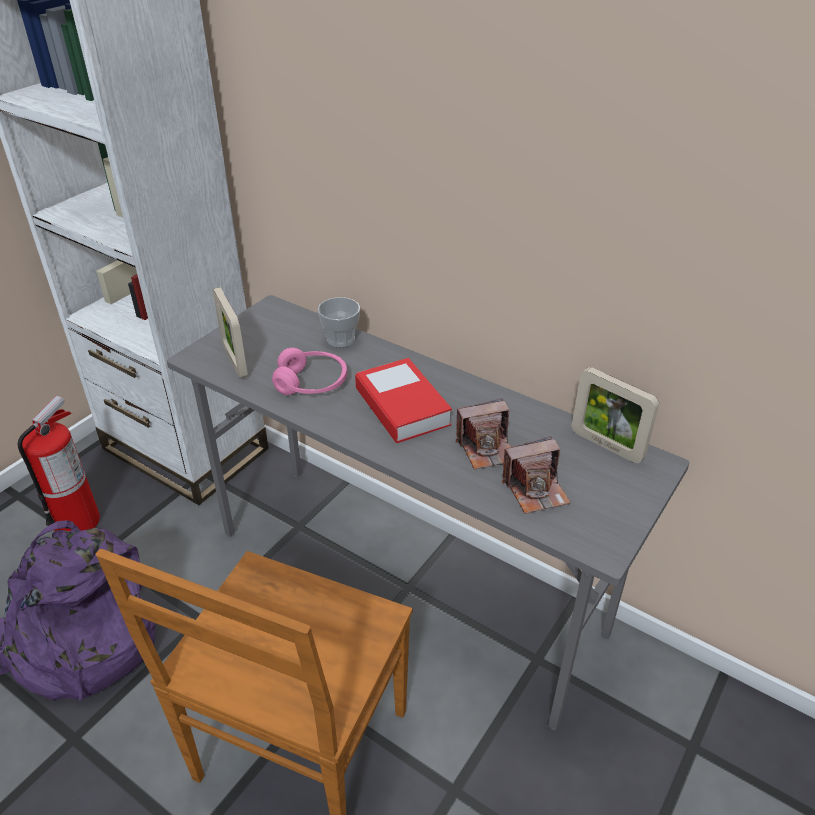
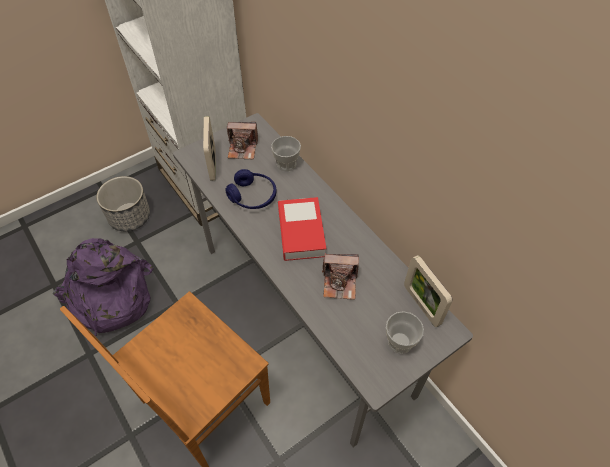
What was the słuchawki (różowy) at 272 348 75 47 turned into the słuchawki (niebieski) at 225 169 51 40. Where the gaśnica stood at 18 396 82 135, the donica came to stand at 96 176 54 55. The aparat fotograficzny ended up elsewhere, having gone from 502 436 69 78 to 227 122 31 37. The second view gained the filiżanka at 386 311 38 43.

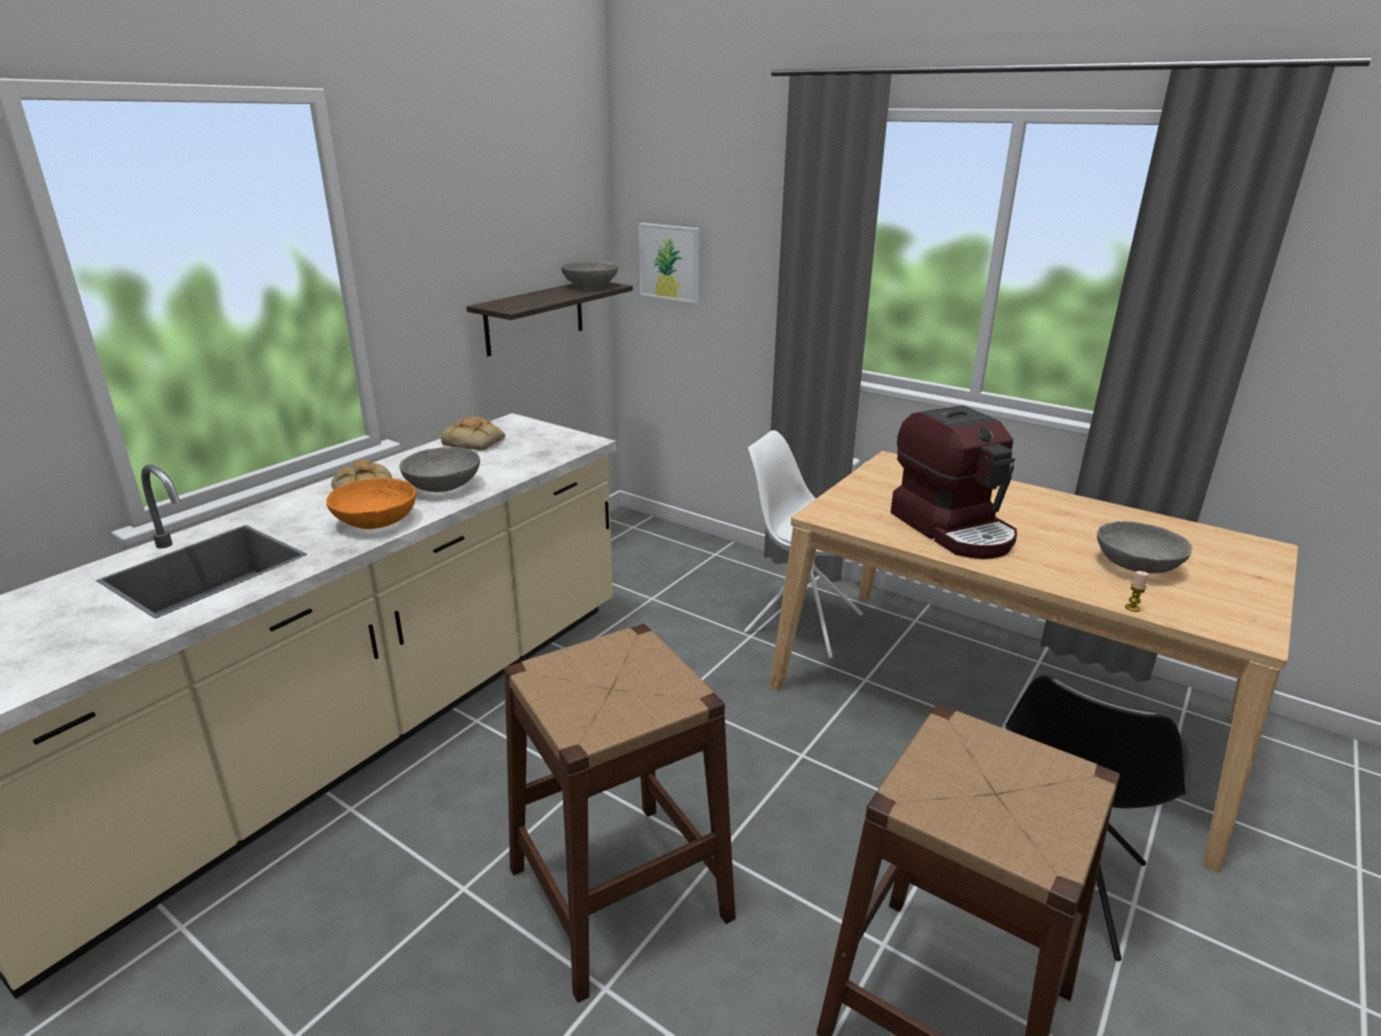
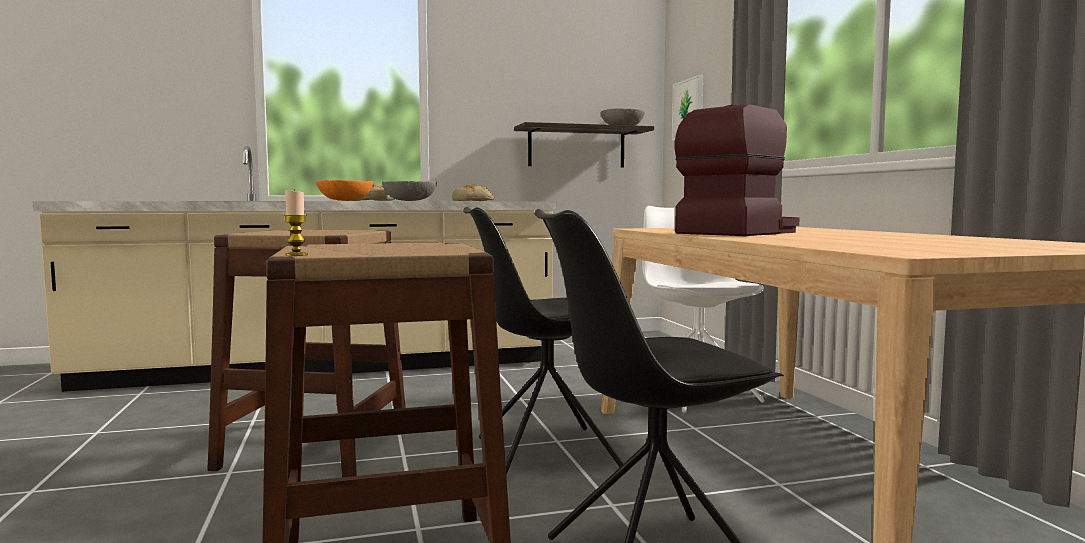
The ekspres do kawy at 890 405 127 154 ended up facing another way, 150 degrees counterclockwise from before. The second view lost the miska (szary) at 1097 521 95 52. The świeca ended up elsewhere, having gone from 1125 571 24 41 to 284 189 24 67. The second view gained the krzesło (czarny) at 463 207 161 268.

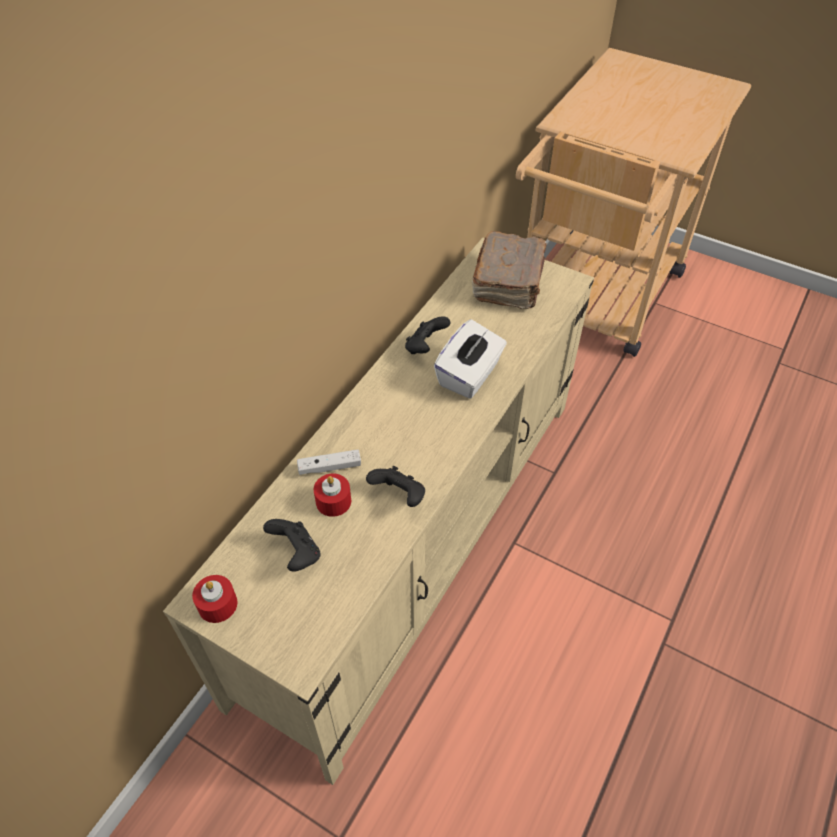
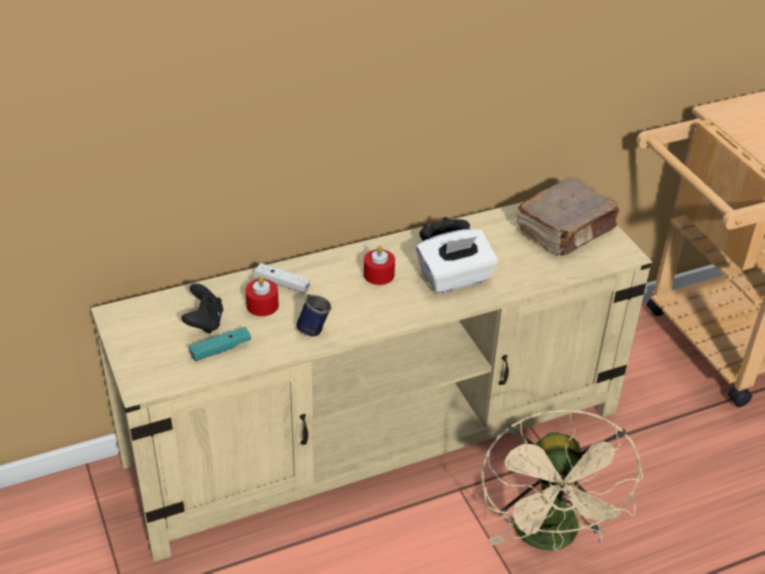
Where the pad do gier (czarny) stood at 366 466 59 41, the kubek (niebieski) came to stand at 297 295 34 41. The świeca (czerwony) ended up elsewhere, having gone from 192 575 45 48 to 364 246 31 39. The second view gained the pad do gier (turkusowy) at 189 327 62 34. The second view gained the wentylator (beżowy) at 481 409 162 142.

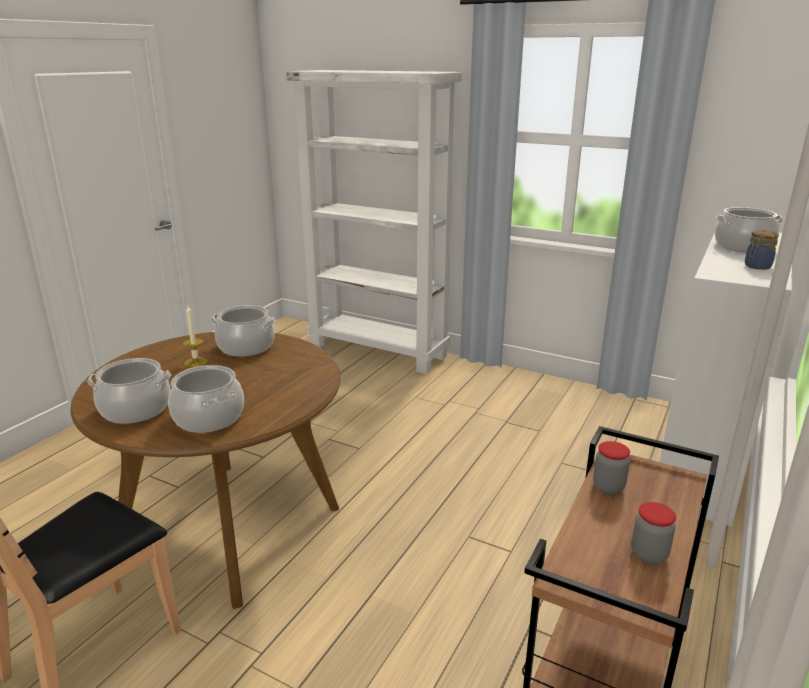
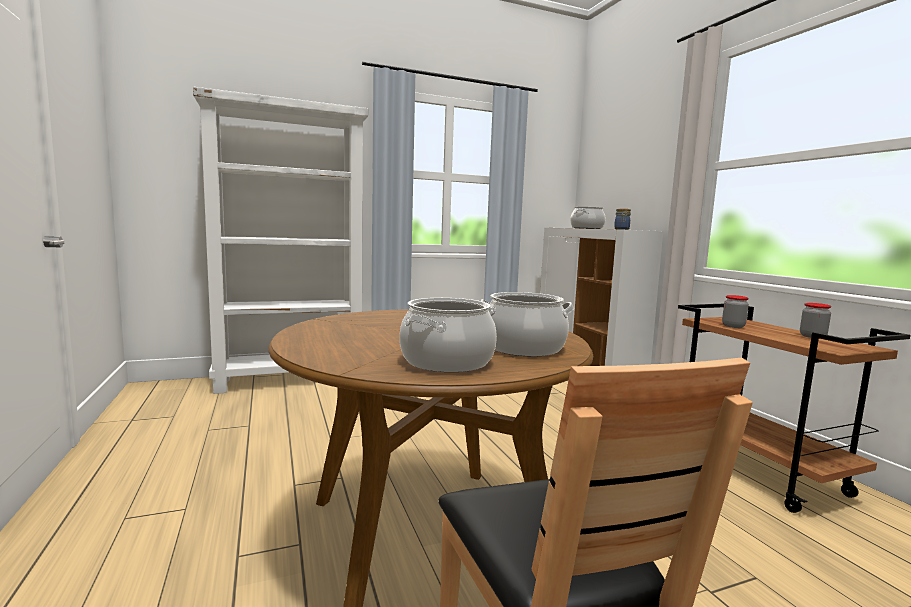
The second view lost the świeca at 183 305 25 63. The second view lost the garnek at 211 305 65 51.

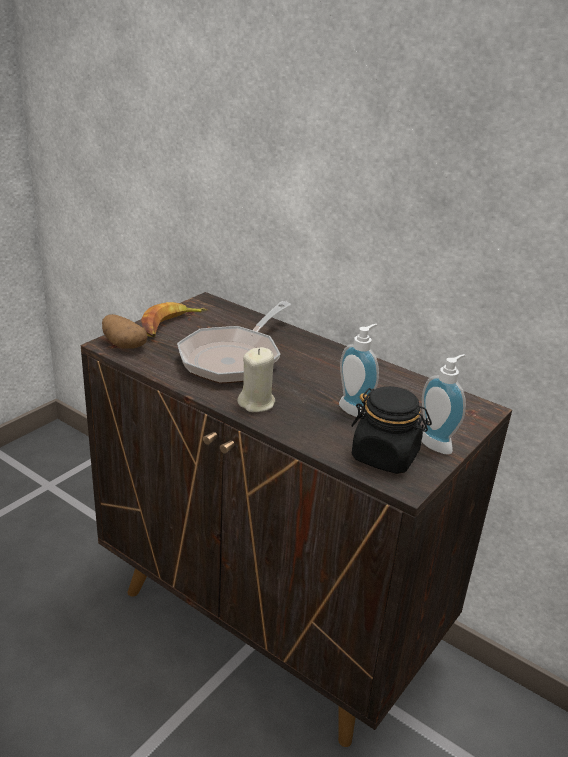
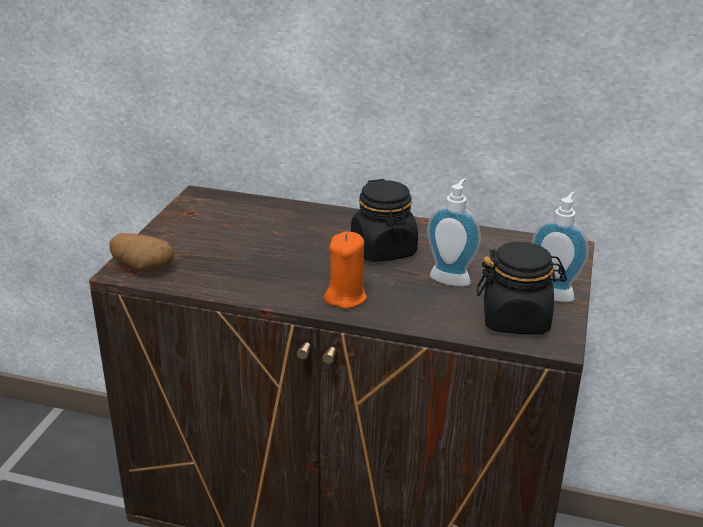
The second view lost the patelnia at 177 301 114 83. The second view lost the banan at 141 302 66 35. What was the świeca (beżowy) at 237 347 38 65 turned into the świeca (pomarańczowy) at 324 232 43 77. The second view gained the słoik (czarny) at 351 179 67 83.

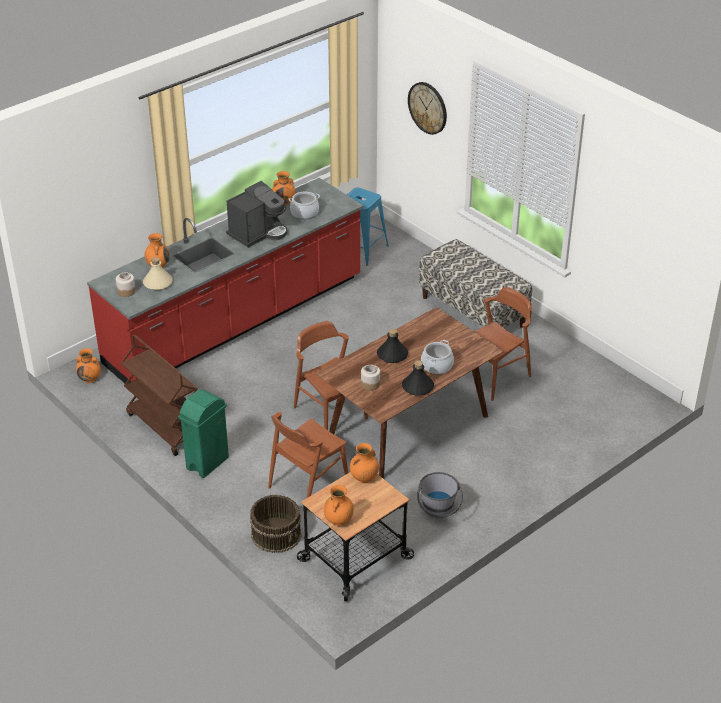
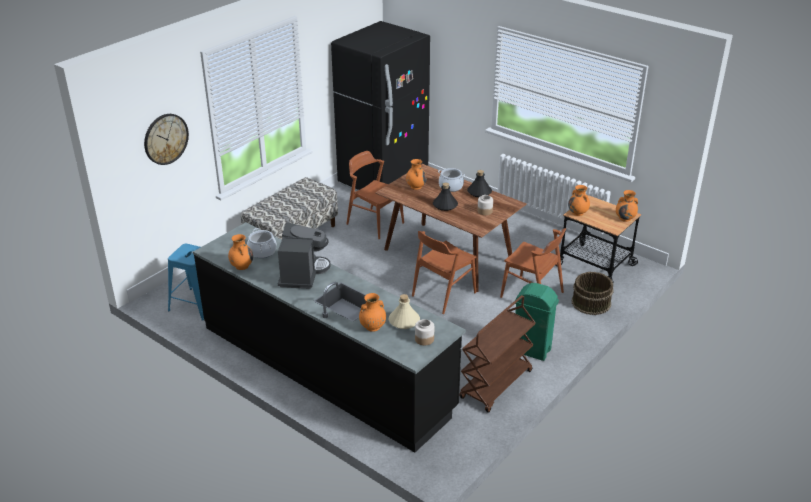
What was the zabudowa kuchenna (czerwony) at 87 178 277 205 turned into the zabudowa kuchenna (czarny) at 193 222 273 231. The ekspres do kawy at 226 181 61 67 ended up facing another way, 60 degrees clockwise from before. The wazon (pomarańczowy) ended up elsewhere, having gone from 76 348 25 35 to 406 159 21 31. The second view lost the wiadro (szary) at 417 472 46 47. The second view gained the lodówka (czarny) at 331 21 99 170.

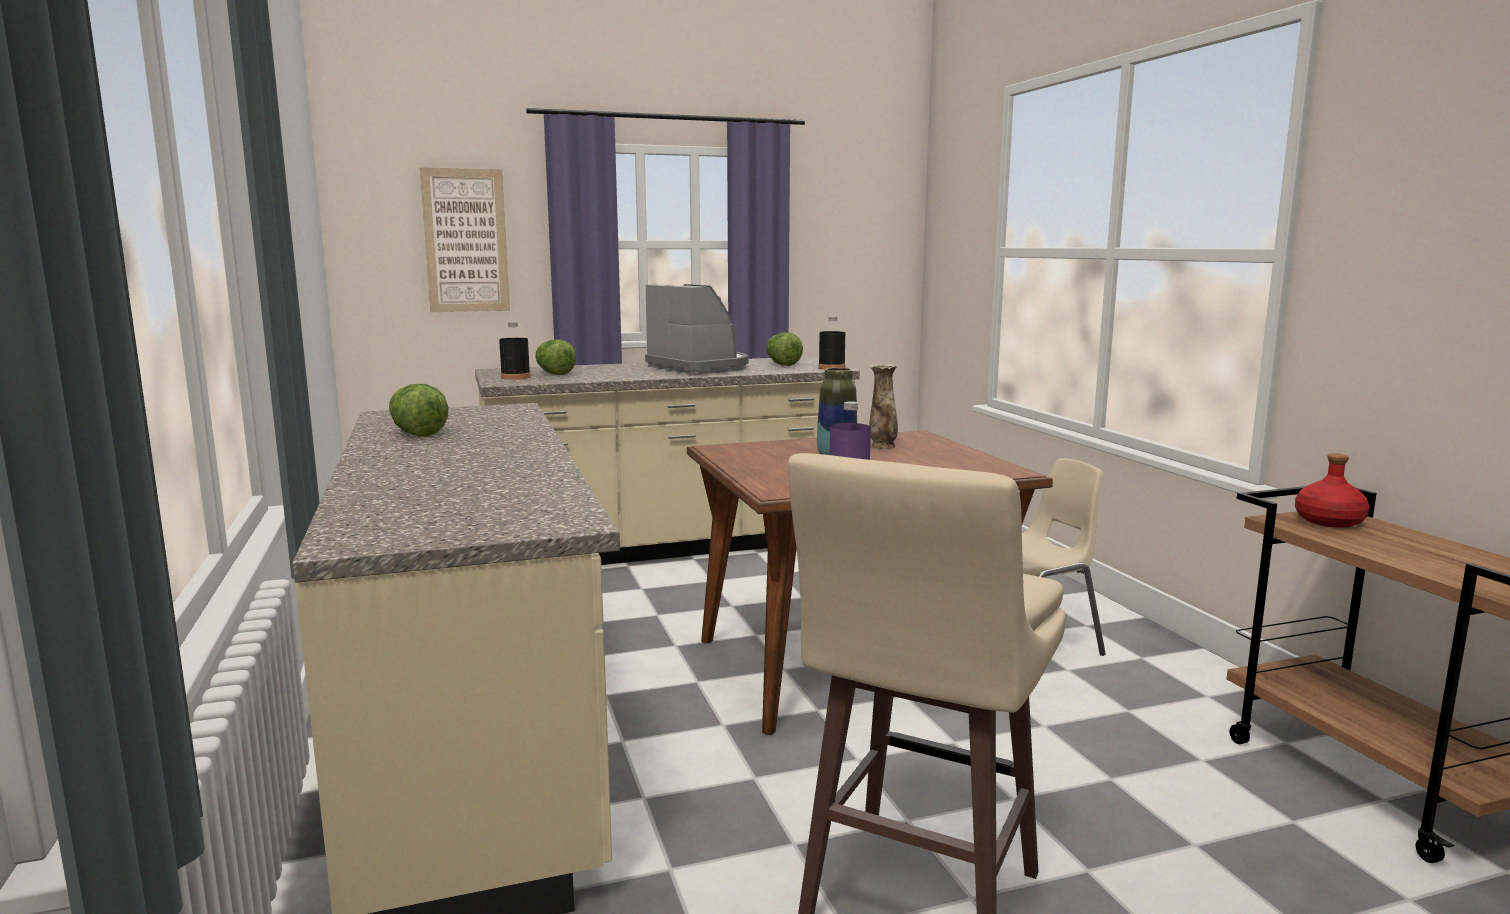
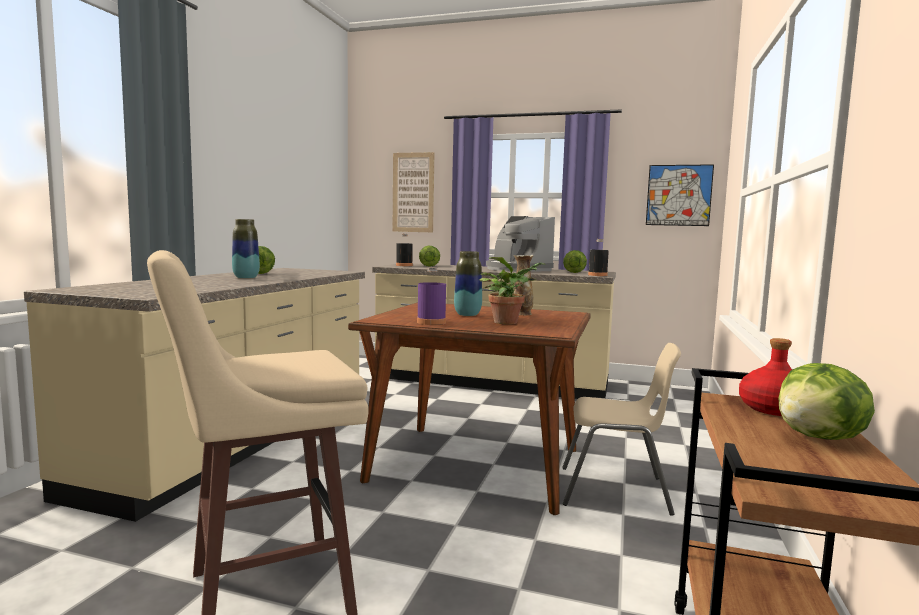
The ekspres do kawy at 645 284 103 91 ended up facing another way, 150 degrees clockwise from before. The second view gained the obraz at 646 164 68 62. The second view gained the wazon at 232 219 28 60. The second view gained the roślina doniczkowa at 479 257 66 67. The second view gained the sałata at 779 363 96 77.

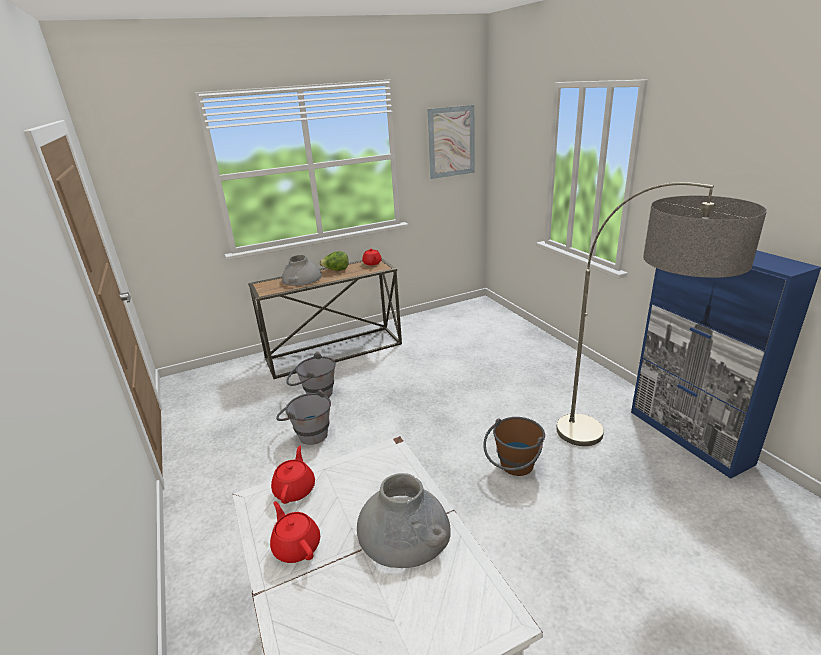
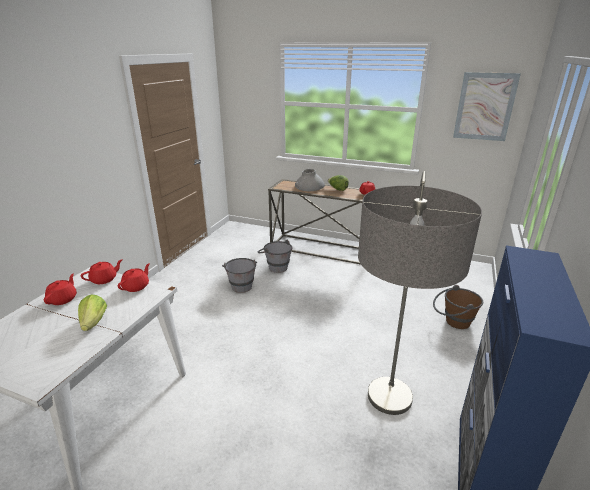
The wiadro (brązowy) ended up elsewhere, having gone from 483 417 62 59 to 433 285 50 44. Where the wazon (szary) stood at 357 473 94 95, the sałata came to stand at 78 294 29 37. The second view gained the imbryk (czerwony) at 118 263 32 29.

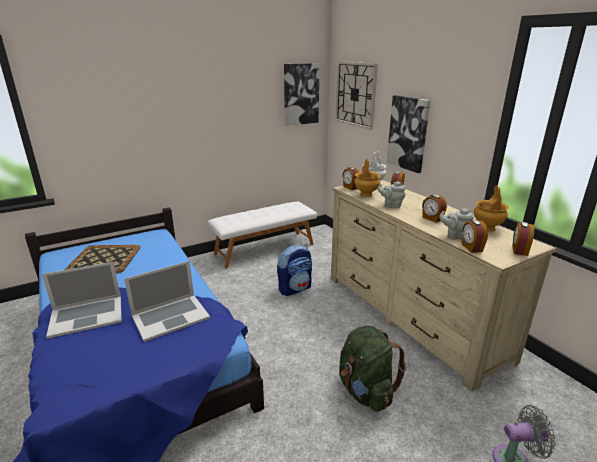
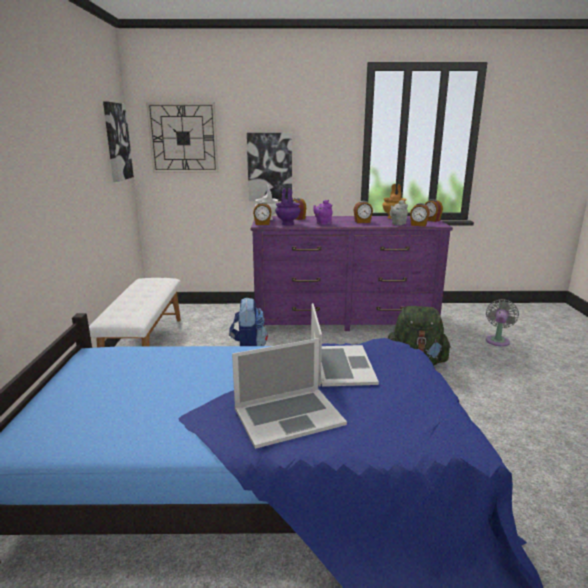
What was the wazon (brązowy) at 354 159 26 38 turned into the wazon (fioletowy) at 275 188 26 37. What was the komoda (beżowy) at 331 180 226 212 turned into the komoda (fioletowy) at 251 216 202 115. What was the imbryk (szary) at 378 182 28 26 turned into the imbryk (fioletowy) at 313 200 20 25. The second view lost the taca at 64 245 76 28. The laptop at 42 262 80 77 ended up facing another way, 60 degrees clockwise from before.

